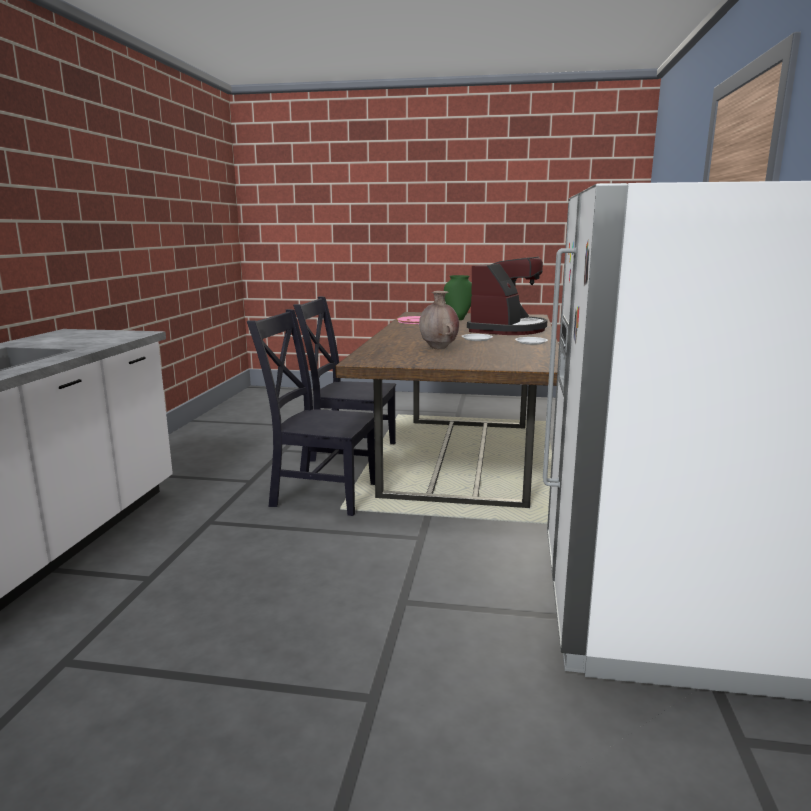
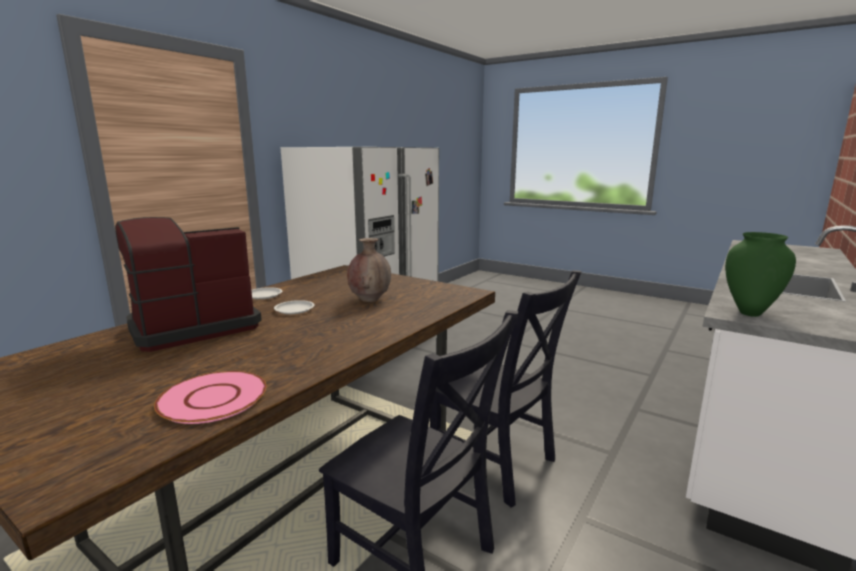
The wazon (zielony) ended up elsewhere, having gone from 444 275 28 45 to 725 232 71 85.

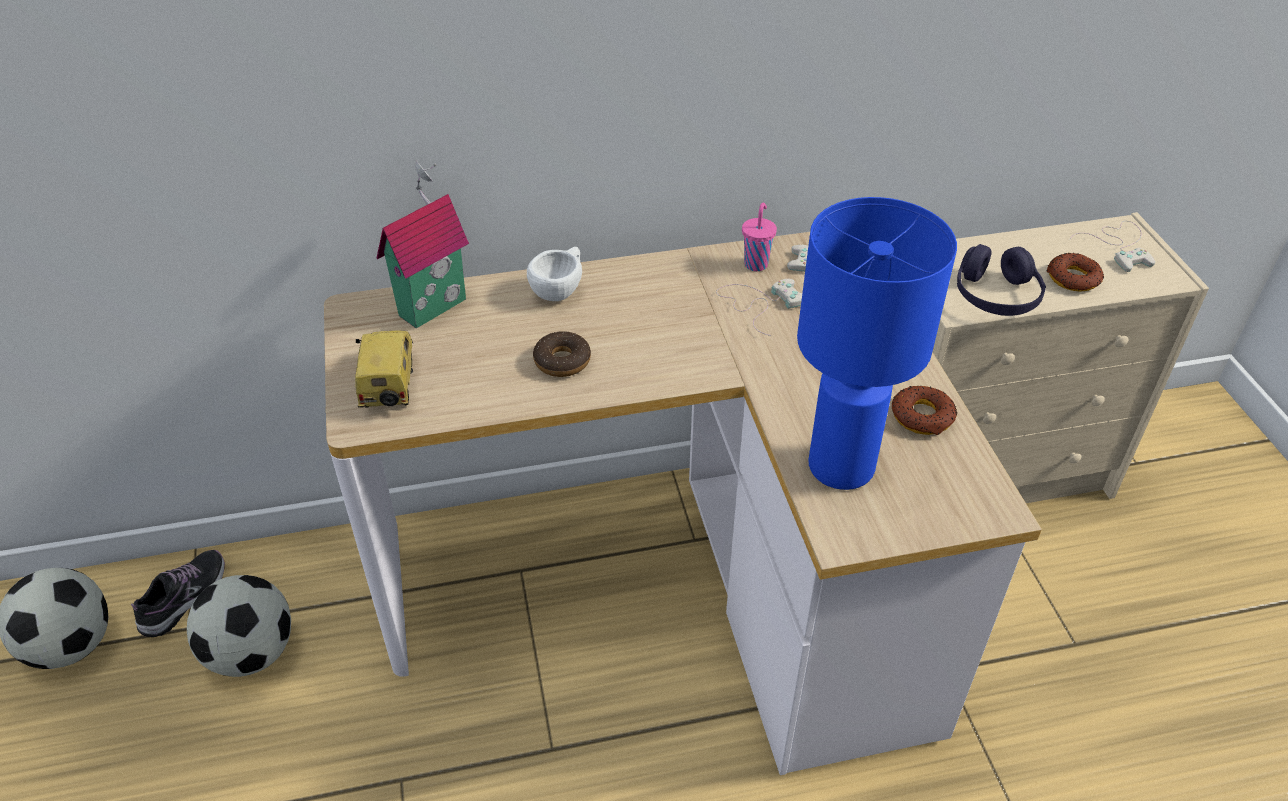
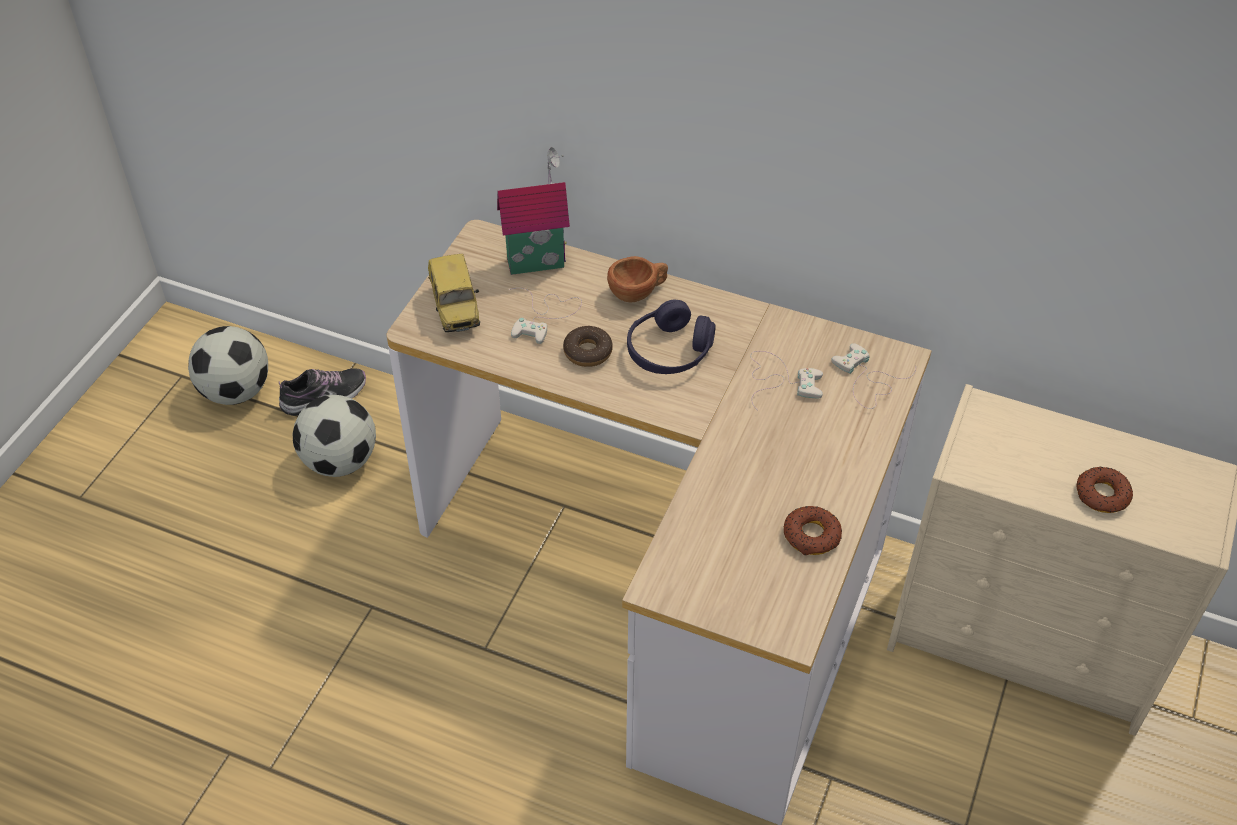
The second view lost the lampa stołowa (niebieski) at 797 197 160 293. The second view lost the filiżanka (różowy) at 742 202 35 69. The pad do gier (biały) ended up elsewhere, having gone from 1070 221 85 51 to 509 288 73 56. The słuchawki (fioletowy) ended up elsewhere, having gone from 957 244 89 72 to 627 300 89 74. What was the filiżanka (biały) at 527 247 55 54 turned into the filiżanka (brązowy) at 607 256 61 46. The samochodzik at 355 330 58 78 ended up facing another way, 135 degrees clockwise from before.

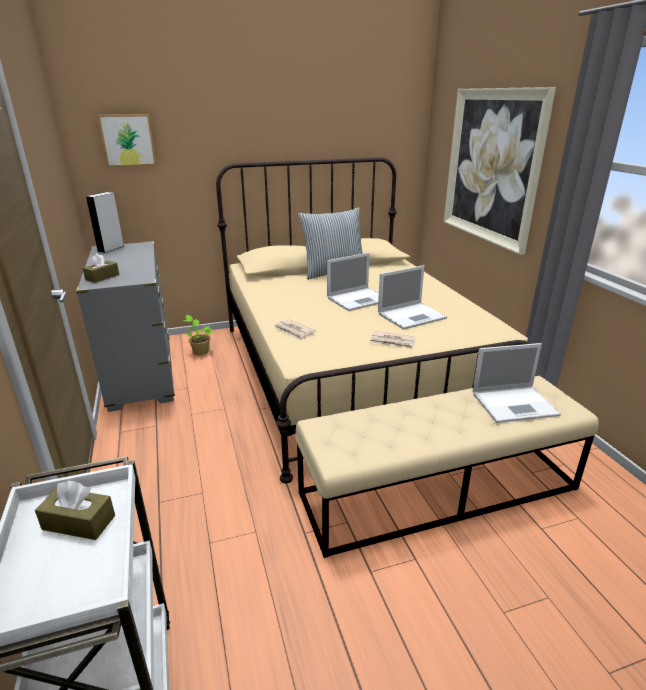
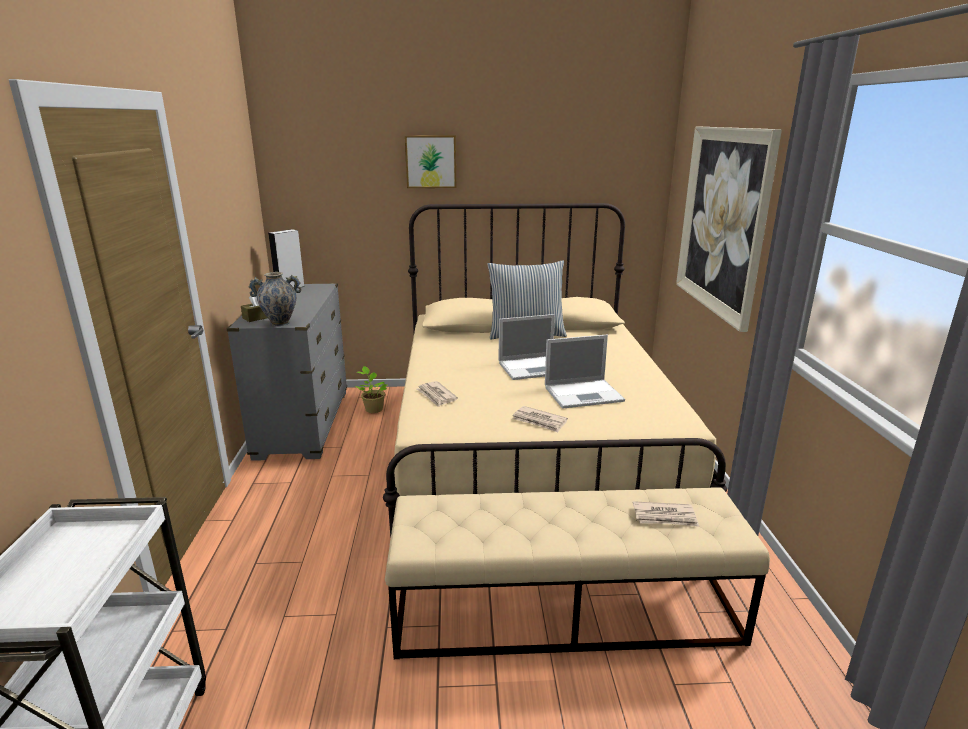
The obraz ended up elsewhere, having gone from 98 114 58 53 to 405 135 52 53. Where the laptop stood at 473 343 88 80, the gazeta came to stand at 633 501 66 26. The second view lost the pudełko chusteczek (brązowy) at 35 481 80 59. The second view gained the wazon at 249 272 52 54.

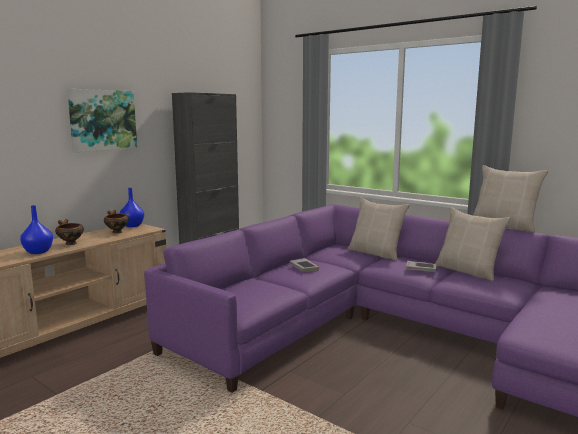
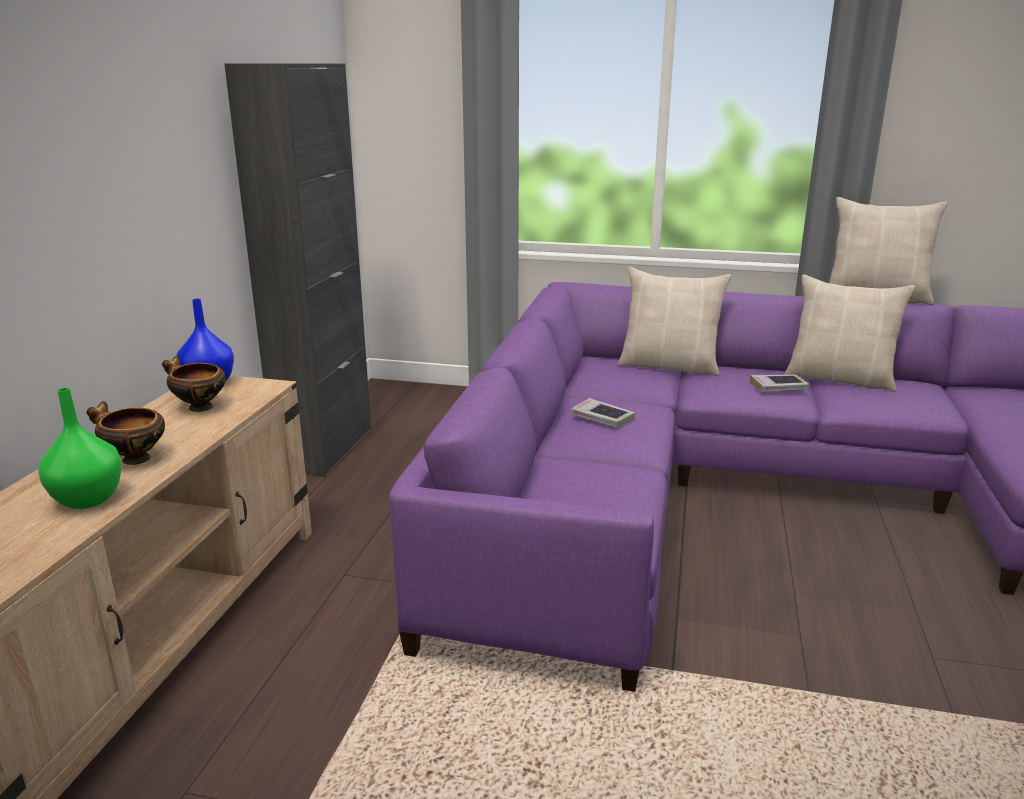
The second view lost the obraz at 67 89 70 63. What was the wazon (niebieski) at 20 205 33 49 turned into the wazon (zielony) at 38 388 84 121.

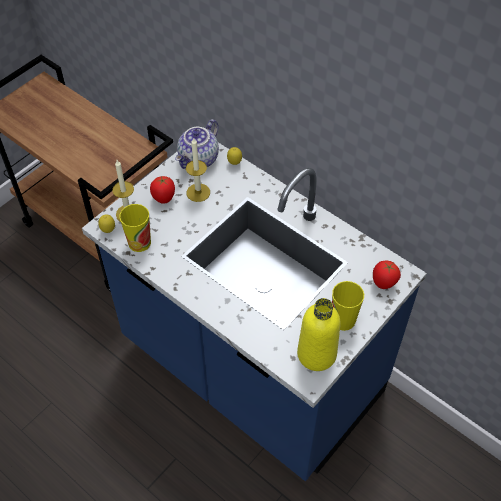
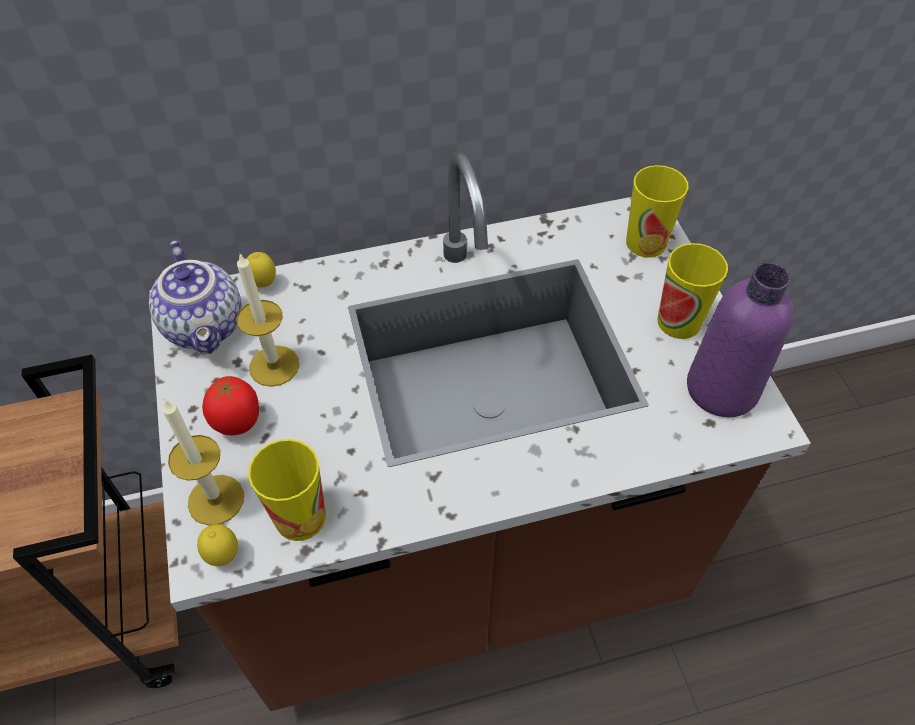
What was the zabudowa kuchenna (niebieski) at 82 143 345 338 turned into the zabudowa kuchenna (brązowy) at 149 151 662 560. Where the pomidor stood at 373 261 28 28, the filiżanka came to stand at 626 165 62 93. What was the butelka (żółty) at 297 298 44 73 turned into the butelka (fioletowy) at 687 263 106 154.

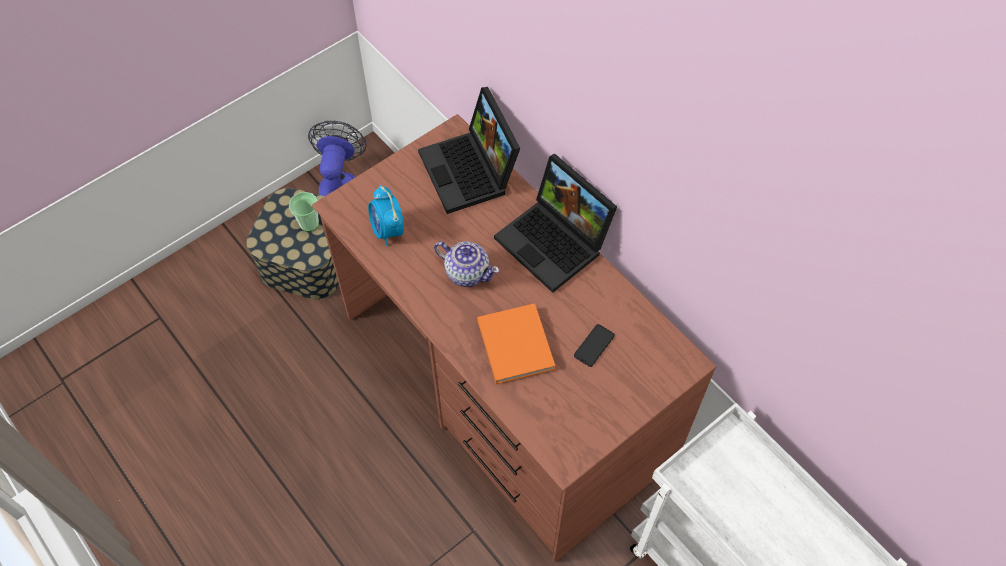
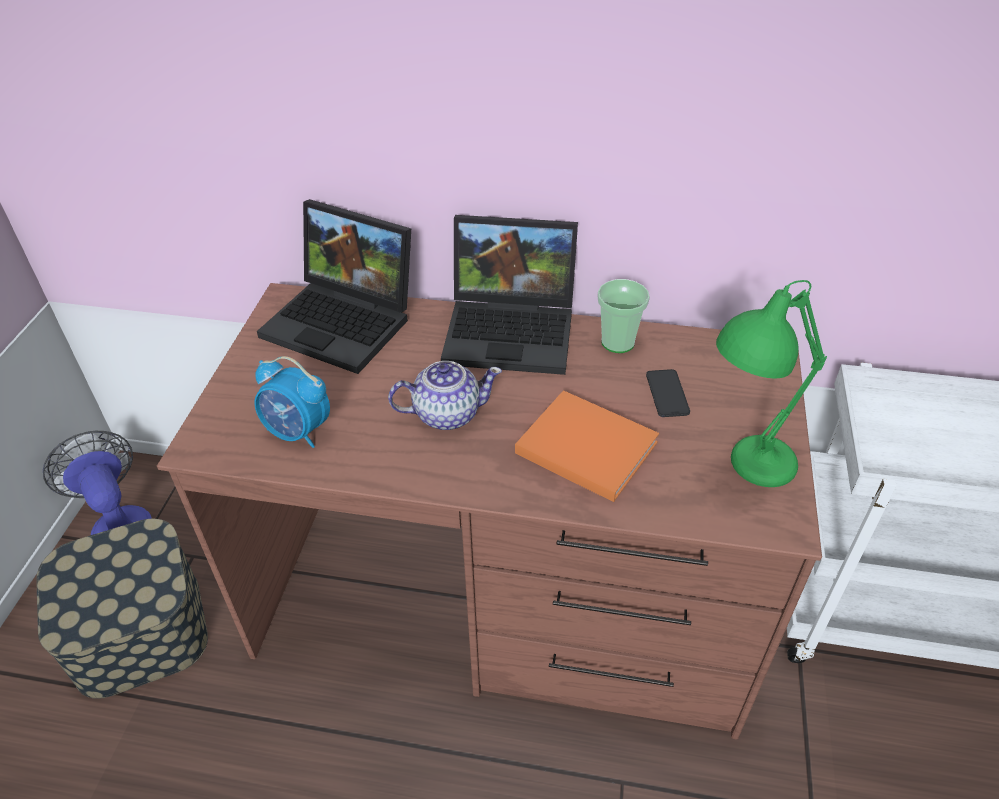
The filiżanka ended up elsewhere, having gone from 289 192 30 40 to 598 279 52 74. The second view gained the lampa stołowa (zielony) at 716 280 111 207.

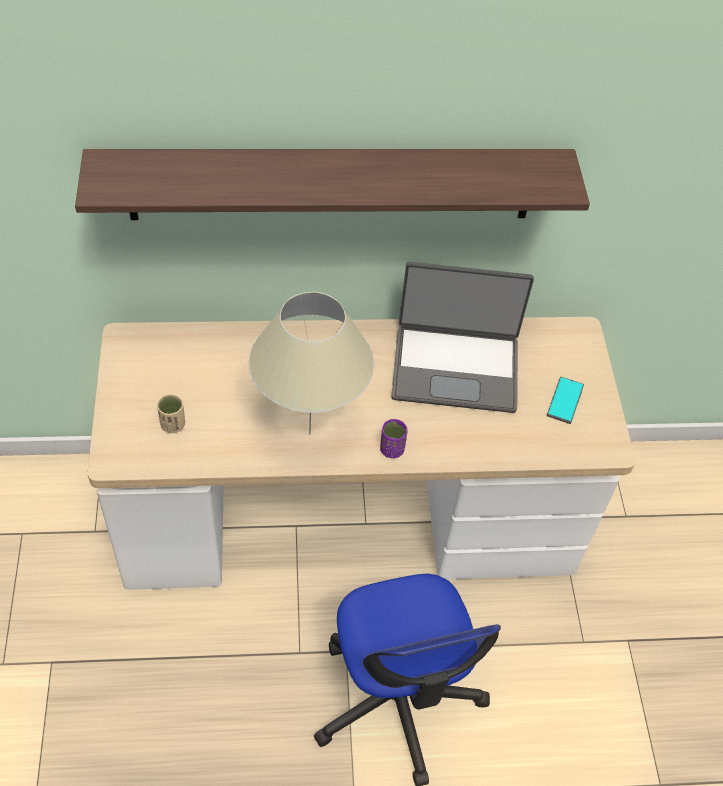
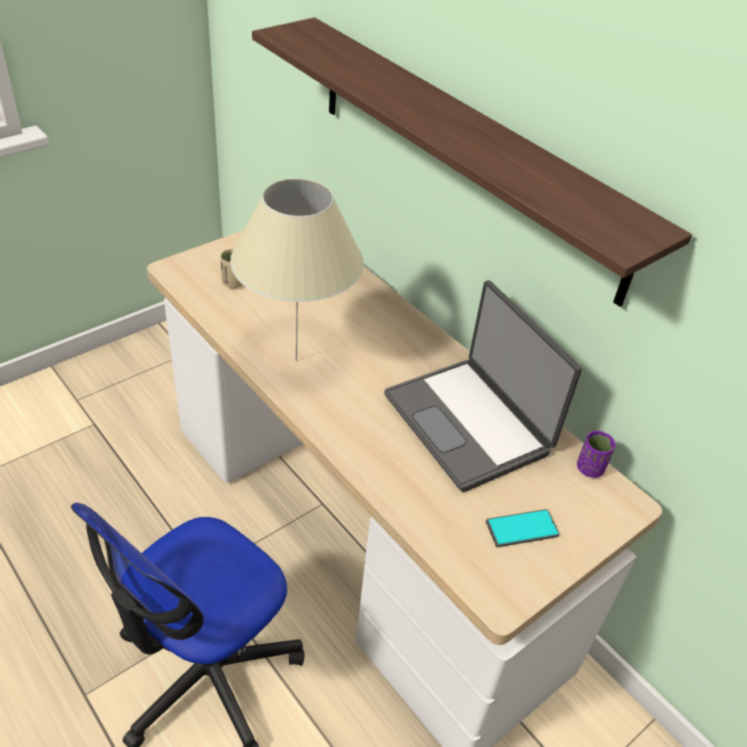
The filiżanka (fioletowy) ended up elsewhere, having gone from 380 419 28 39 to 577 431 39 47.

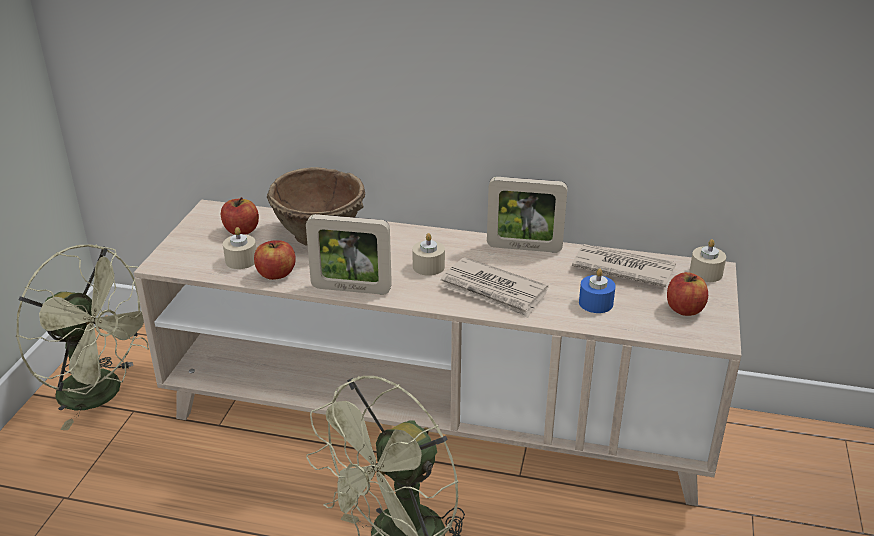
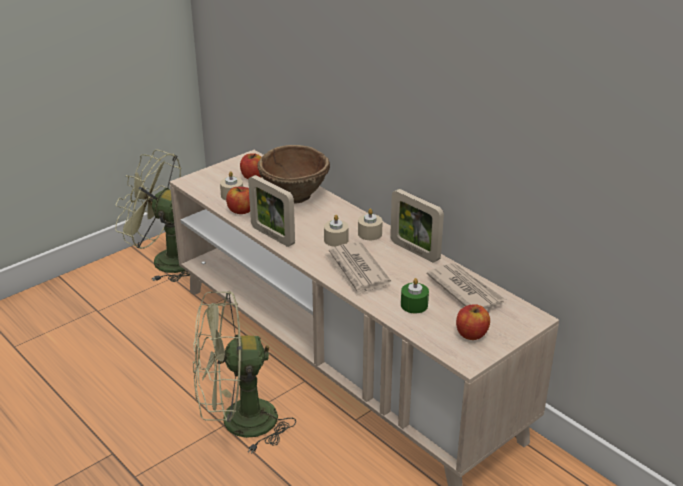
The świeca (beżowy) ended up elsewhere, having gone from 689 239 37 43 to 358 209 25 31. The wentylator (zielony) at 16 244 133 186 ended up facing another way, 135 degrees clockwise from before. What was the świeca (niebieski) at 579 268 37 45 turned into the świeca (zielony) at 401 278 28 35.

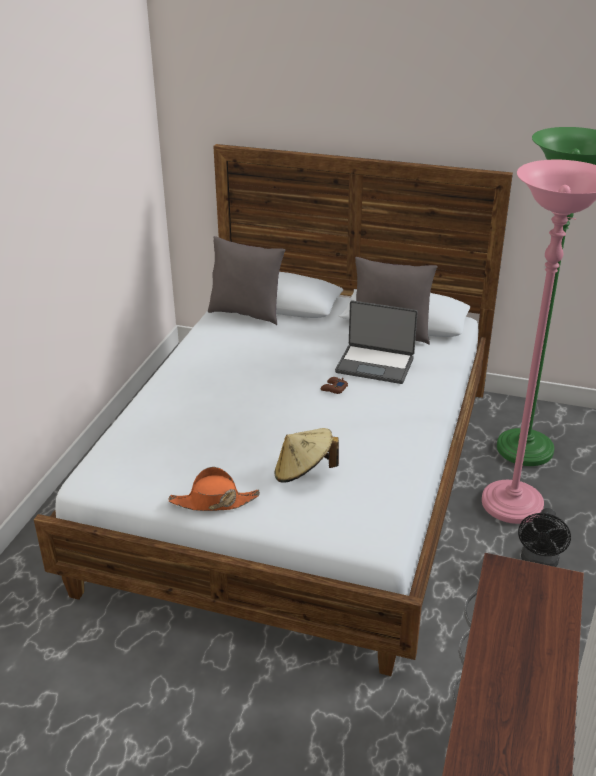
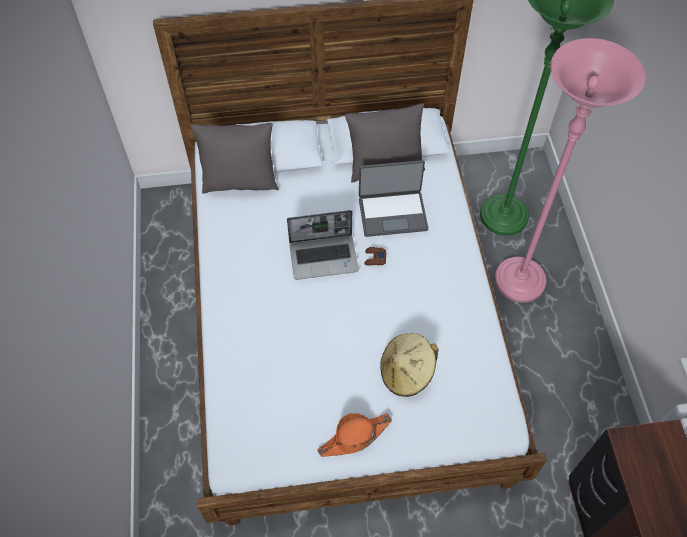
The second view lost the wentylator (czarny) at 518 508 53 59. The second view gained the laptop at 287 210 72 70.

